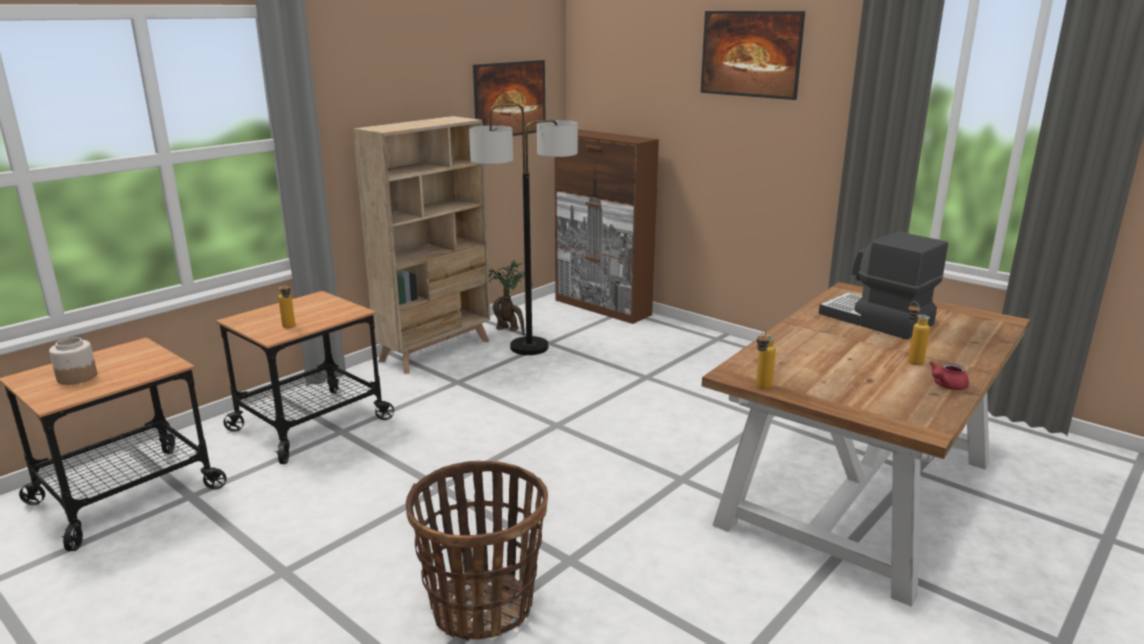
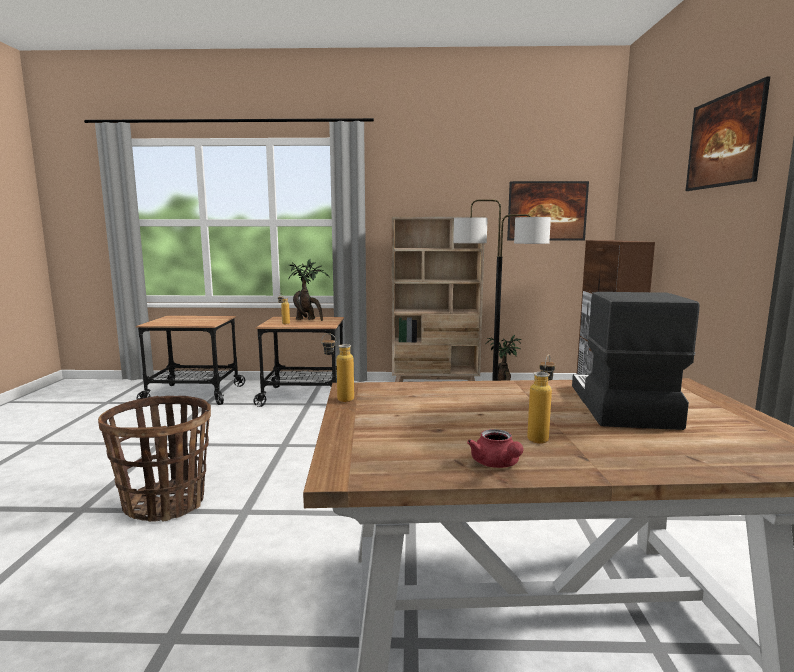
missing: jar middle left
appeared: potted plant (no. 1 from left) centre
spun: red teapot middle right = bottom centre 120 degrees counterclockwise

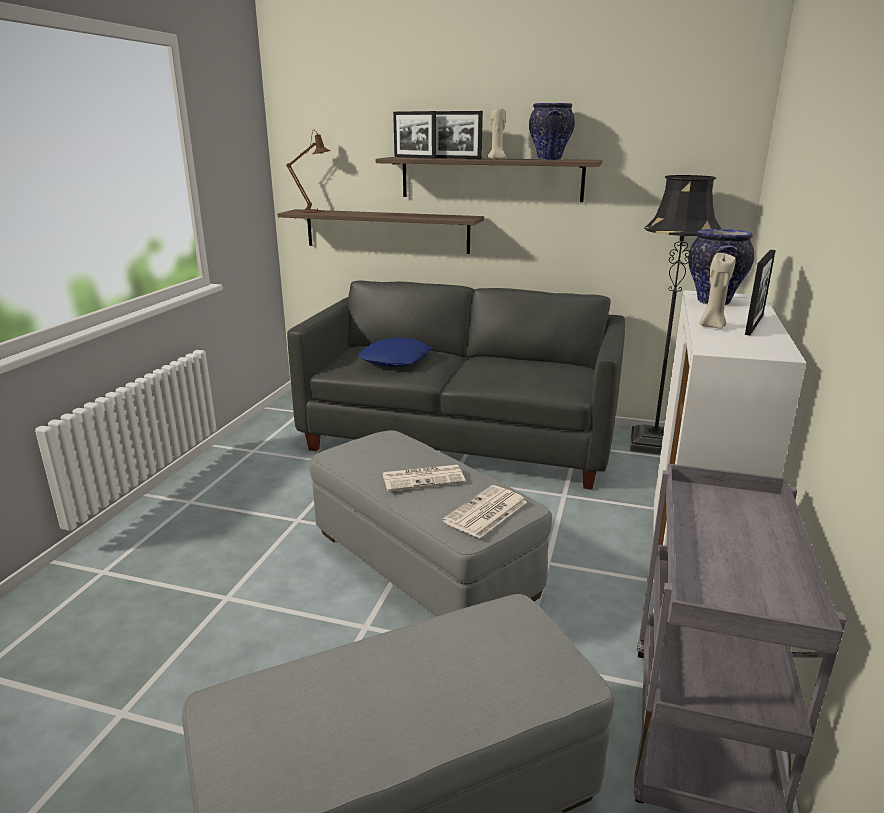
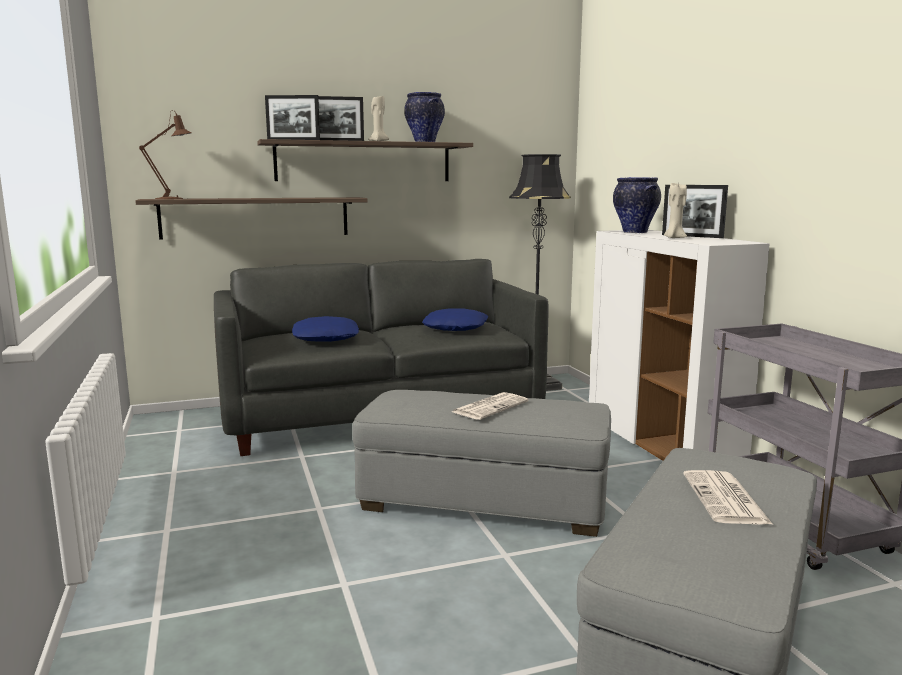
appeared: blue pillow (no. 2 from left) centre
relocated: newspaper (no. 2 from left) centre to bottom right
spun: picture frame (no. 3 from left) middle right = top right 135 degrees clockwise

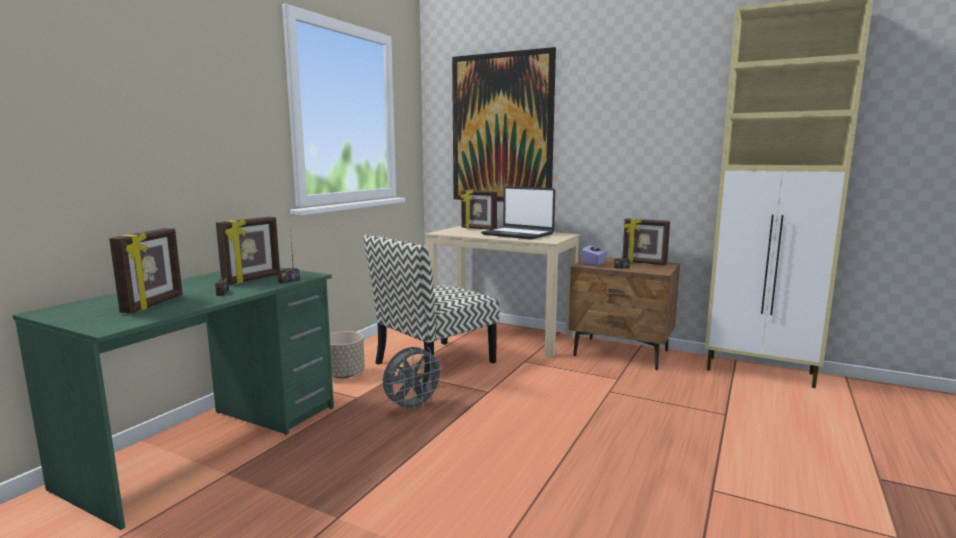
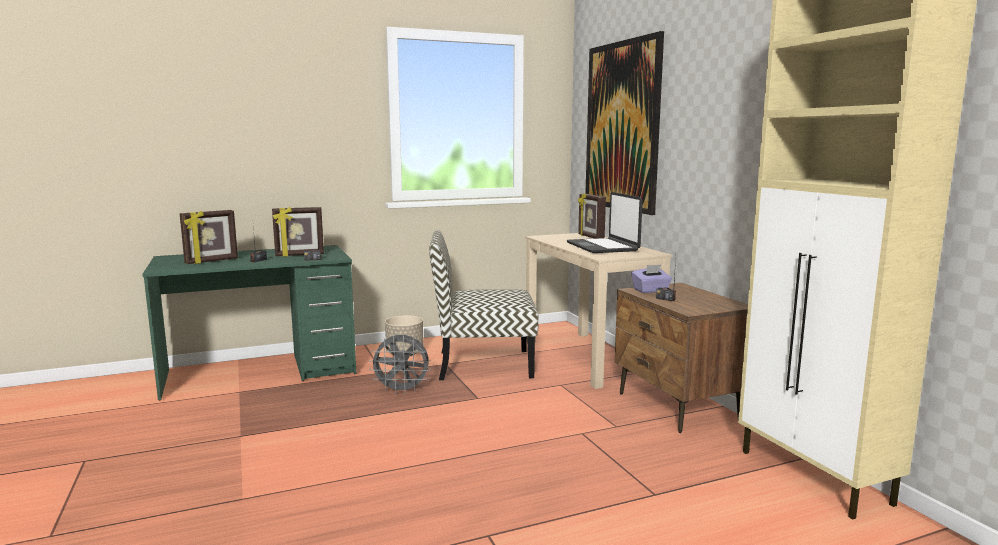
missing: picture frame (no. 4 from left) middle right

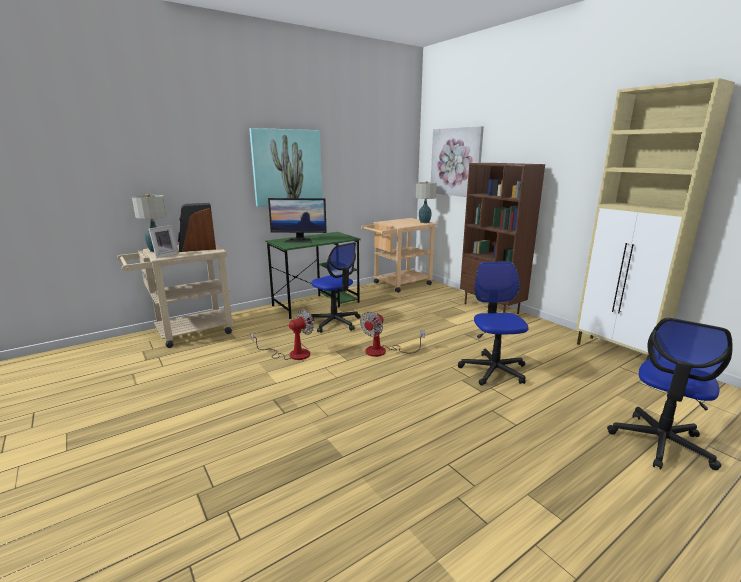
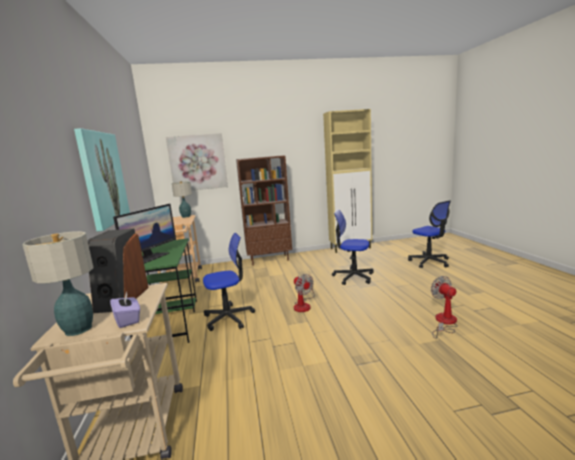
relocated: fan (no. 1 from left in the first image) centre to fan (no. 2 from left) bottom right
exchanged: picture frame middle left to purple tissue box bottom left

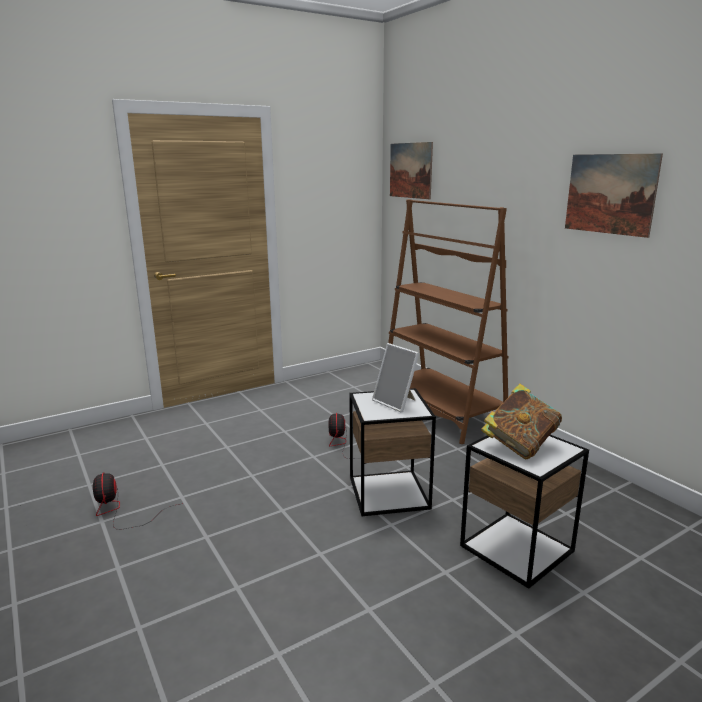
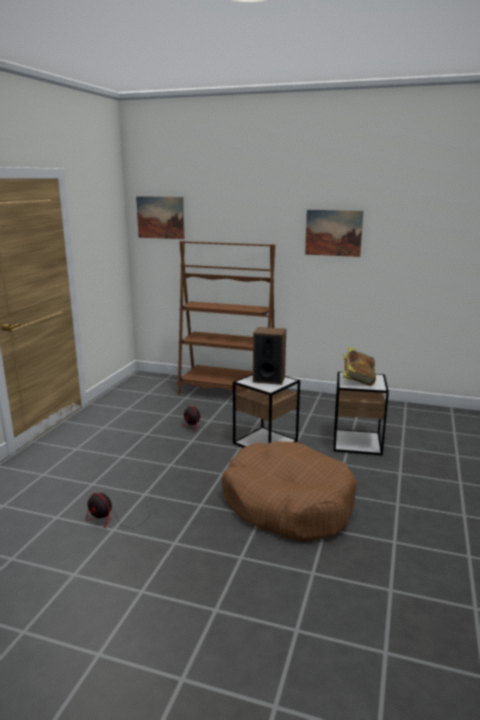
appeared: brown dog bed bottom centre
exchanged: picture frame centre to speaker centre

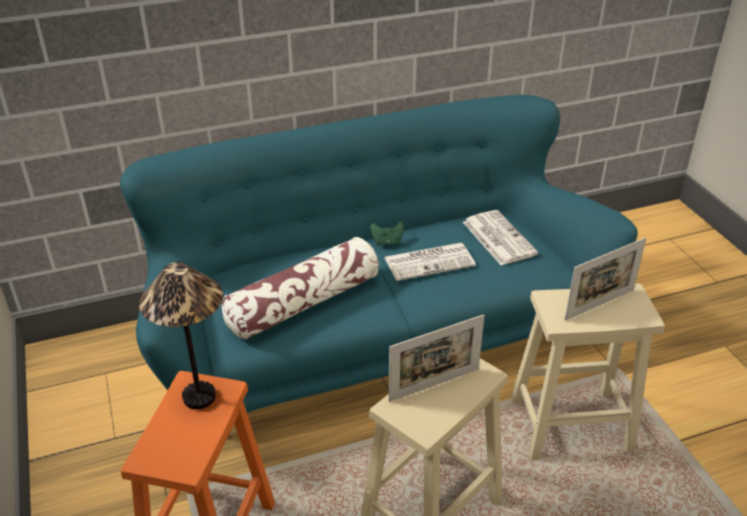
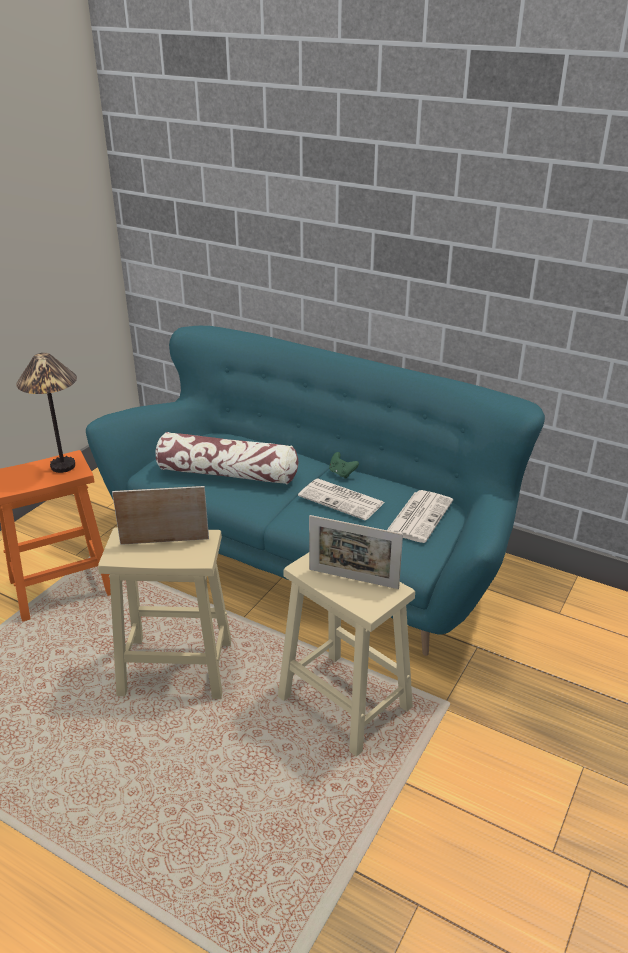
spun: picture frame (no. 1 from left) bottom centre = middle left 150 degrees clockwise

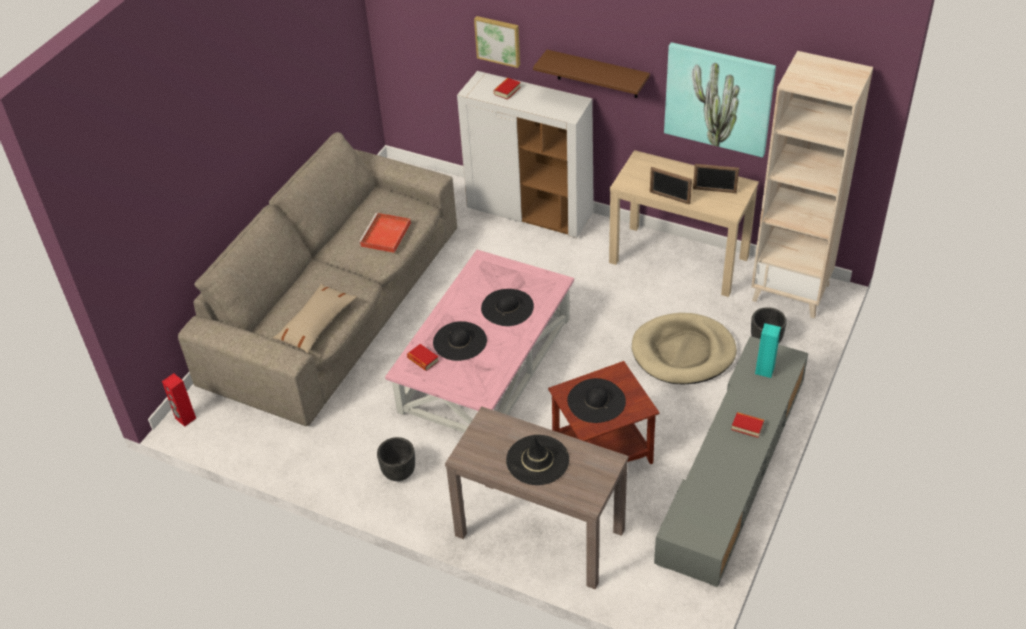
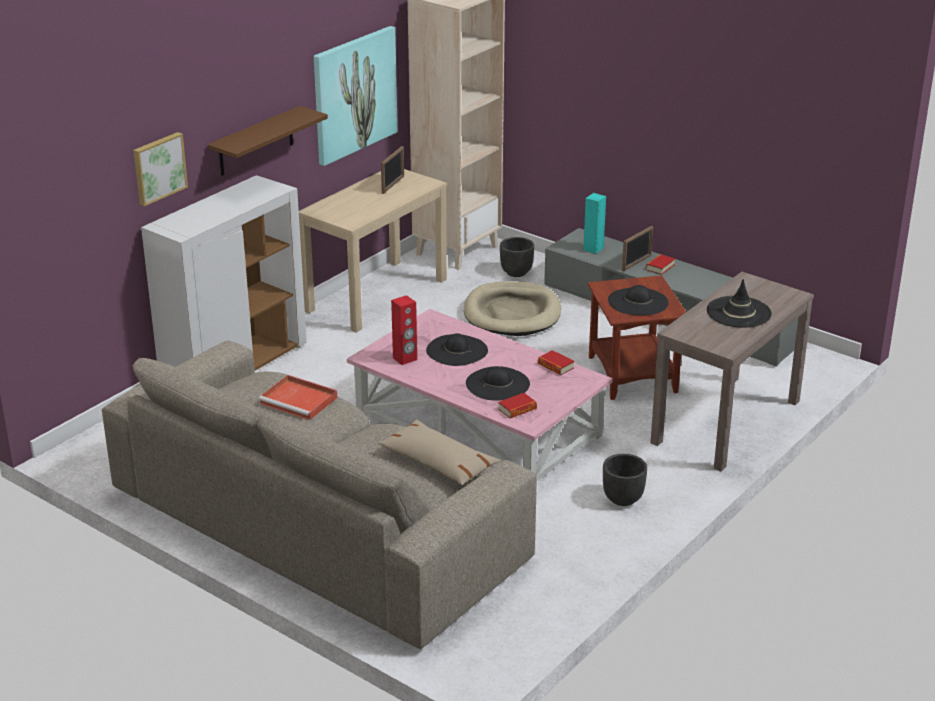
relocated: red speaker middle left to centre; book (no. 2 from left) top centre to centre; picture frame (no. 1 from left in the first image) top centre to picture frame (no. 2 from left) middle right

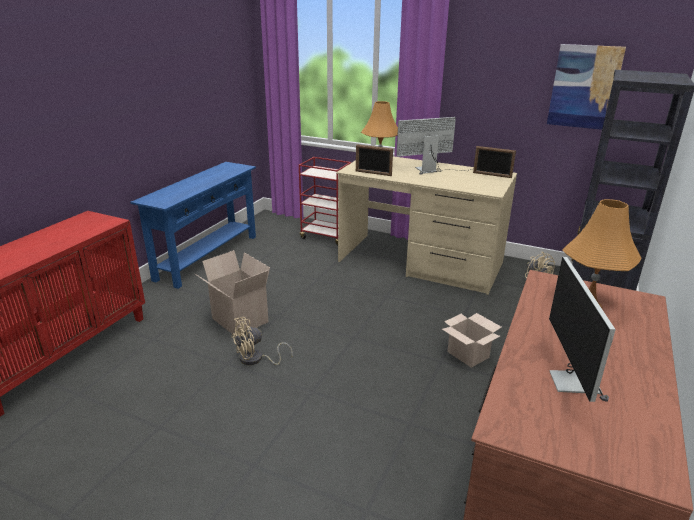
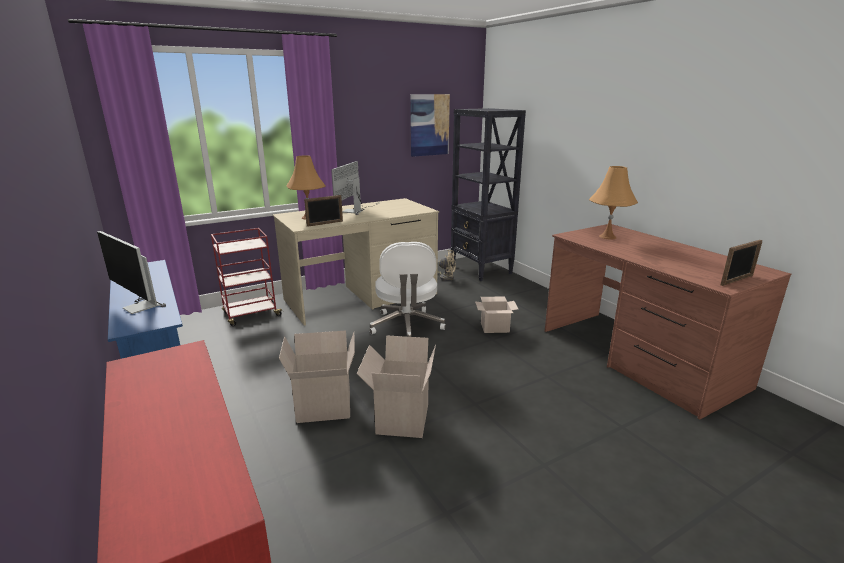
appeared: white office chair centre
relocated: monitor (no. 2 from left in the first image) middle right to monitor (no. 1 from left) middle left; picture frame (no. 2 from left) top right to middle right
exchanged: beige fan (no. 1 from left) centre to cardboard box (no. 2 from left) bottom centre

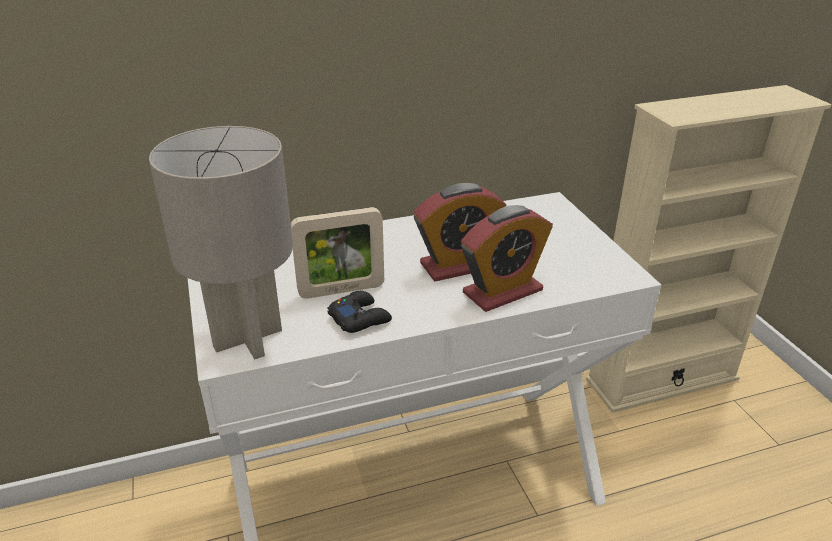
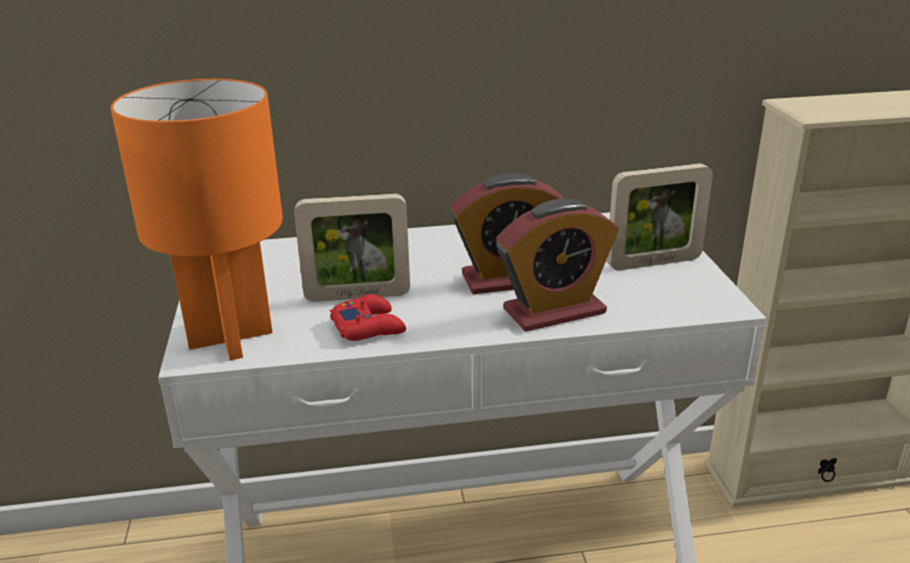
appeared: picture frame (no. 2 from left) middle right
colour: grey table lamp middle left to orange table lamp middle left; black game controller centre to red game controller centre

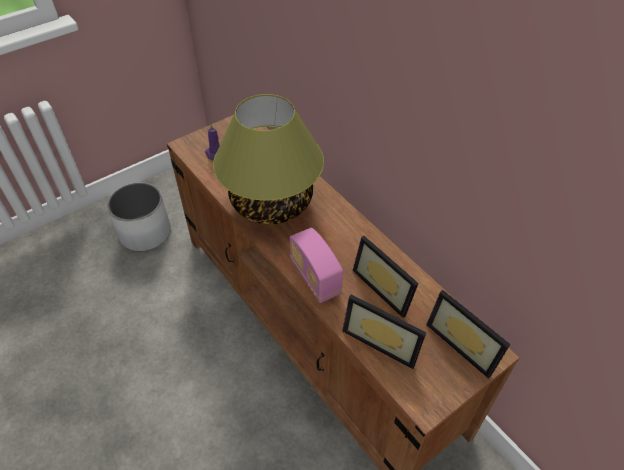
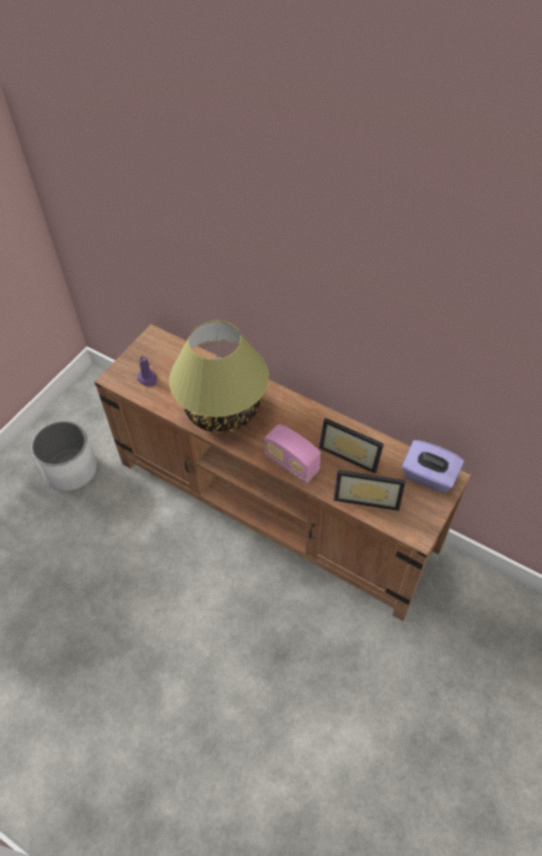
exchanged: picture frame (no. 3 from left) bottom right to purple tissue box middle right

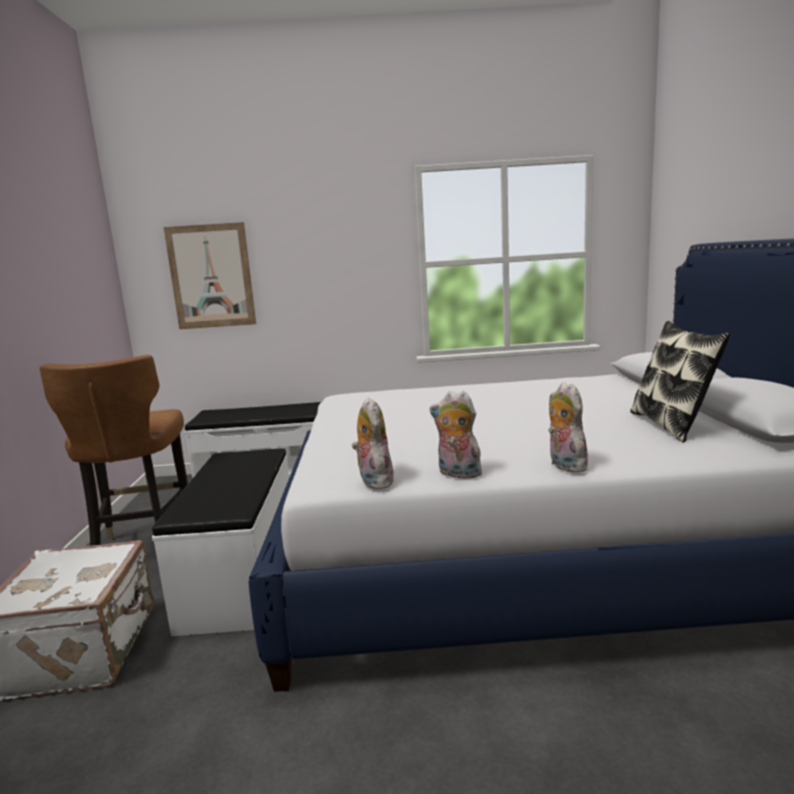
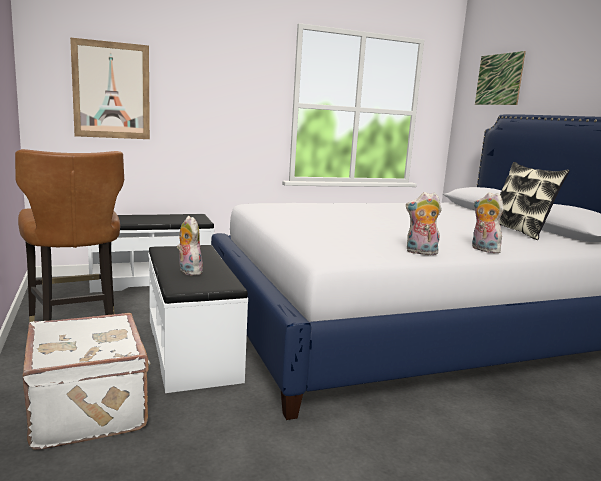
appeared: picture (no. 2 from left) top right
relocated: plush toy (no. 1 from left) centre to middle left

